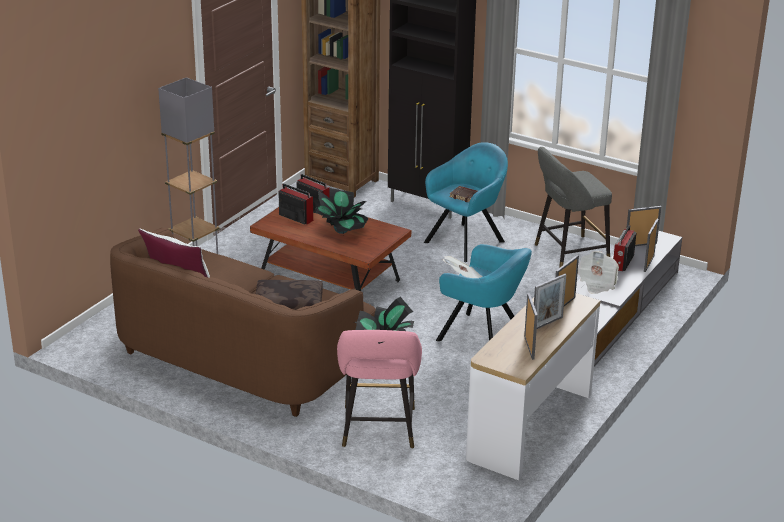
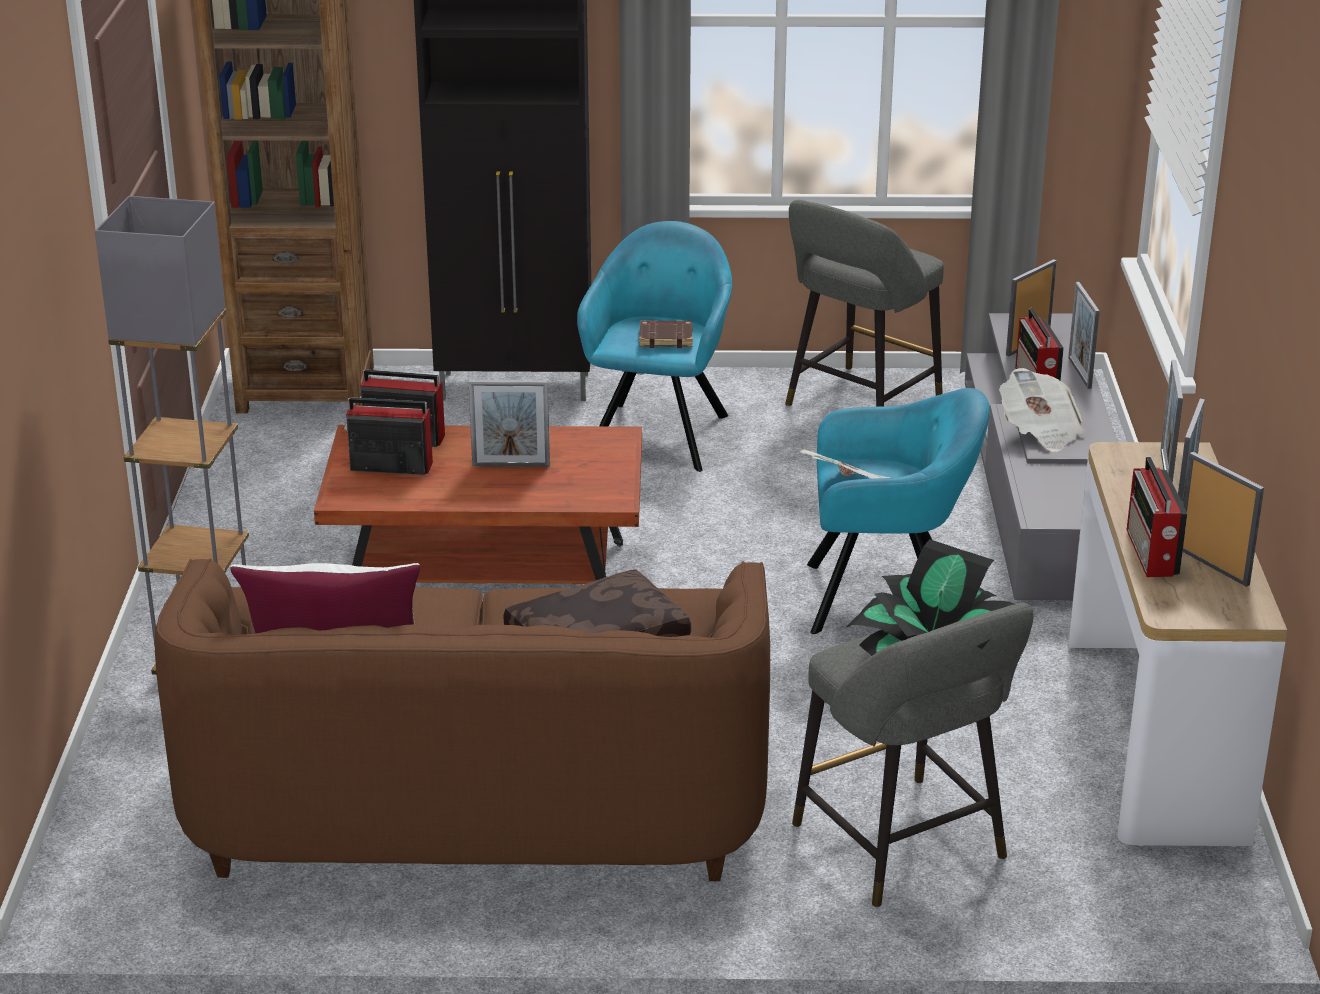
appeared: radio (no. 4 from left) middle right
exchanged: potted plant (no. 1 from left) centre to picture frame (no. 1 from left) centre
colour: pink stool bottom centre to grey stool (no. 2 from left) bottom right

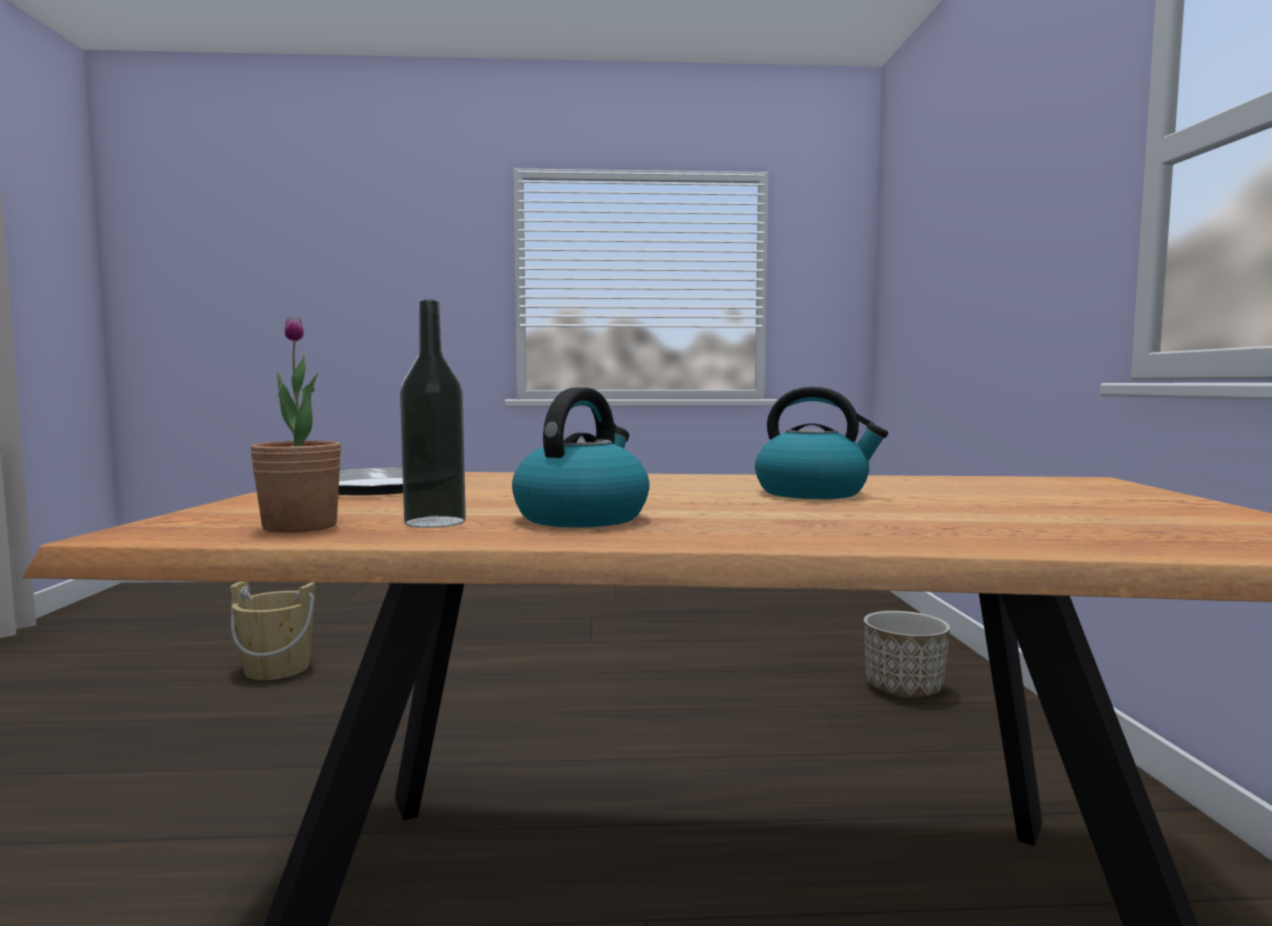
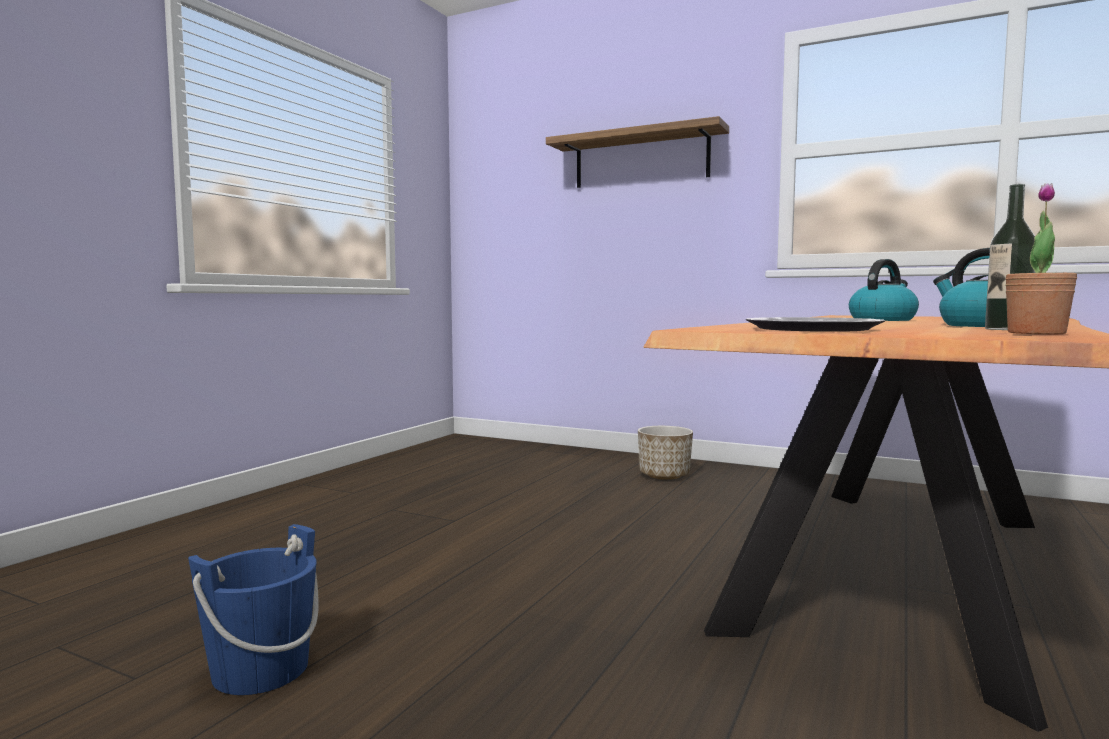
appeared: shelf top centre
colour: beige bucket bottom left to blue bucket bottom left

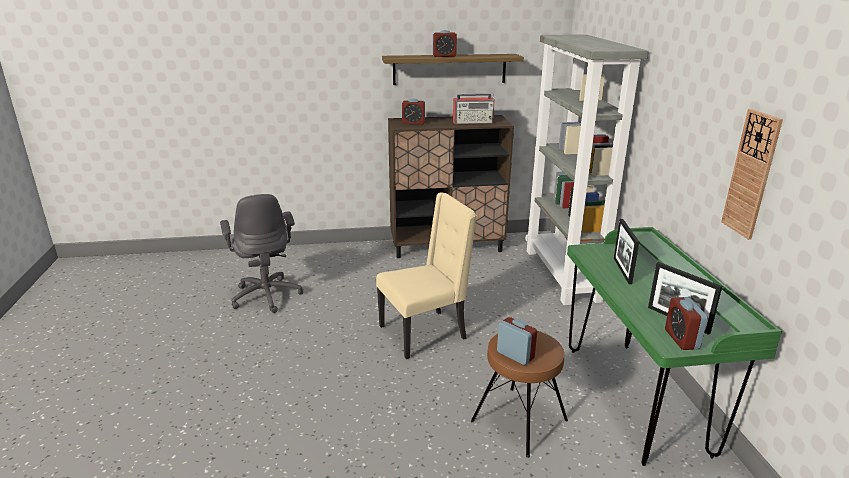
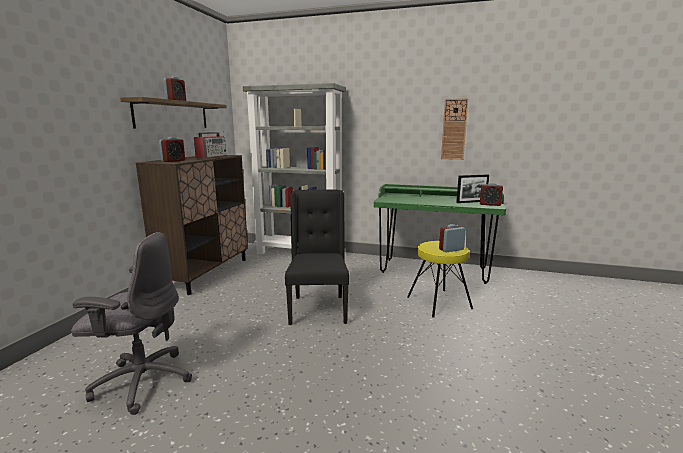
missing: picture frame (no. 1 from left) middle right
colour: beige chair centre to black chair centre; brown stool bottom centre to yellow stool centre

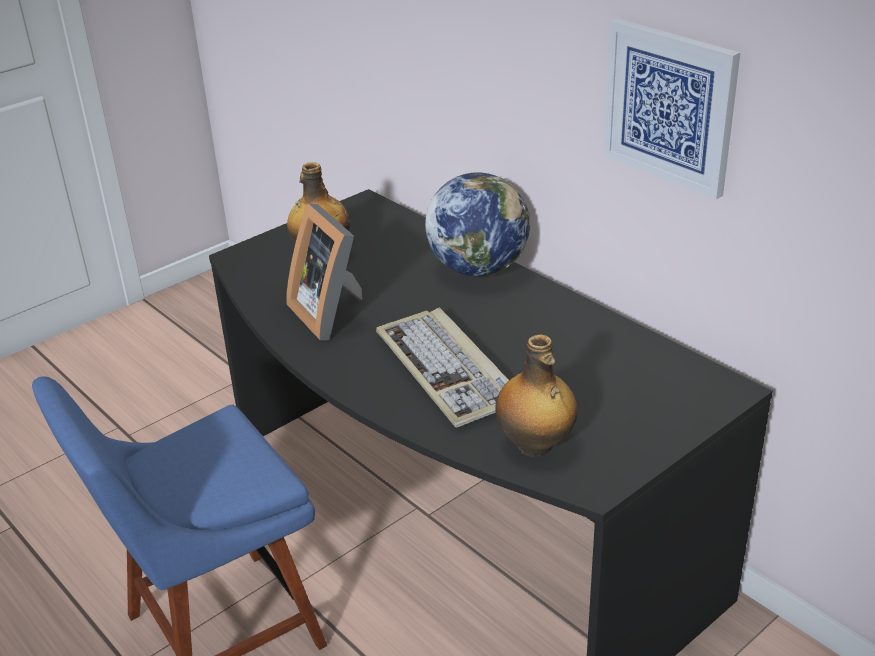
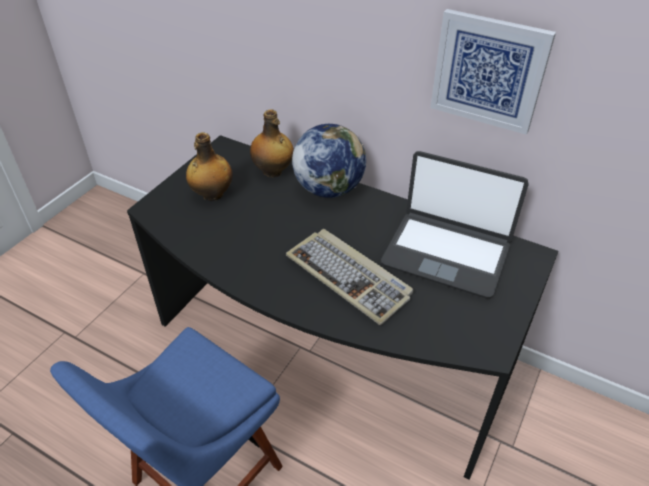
missing: picture frame centre
appeared: laptop middle right
relocated: bottle (no. 2 from left) centre to top centre

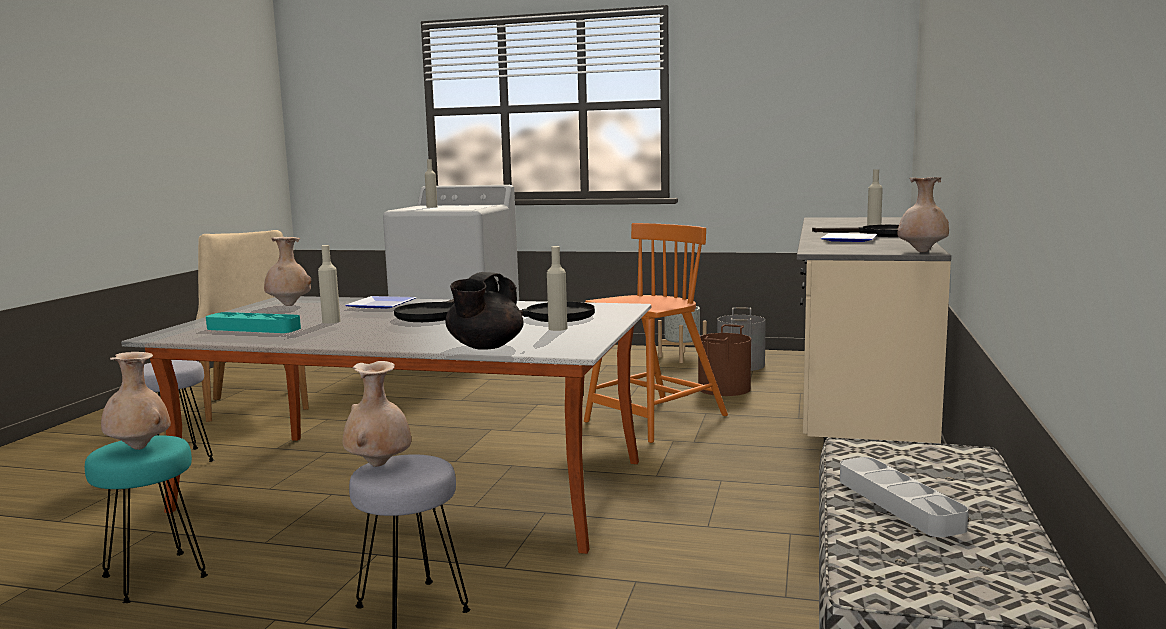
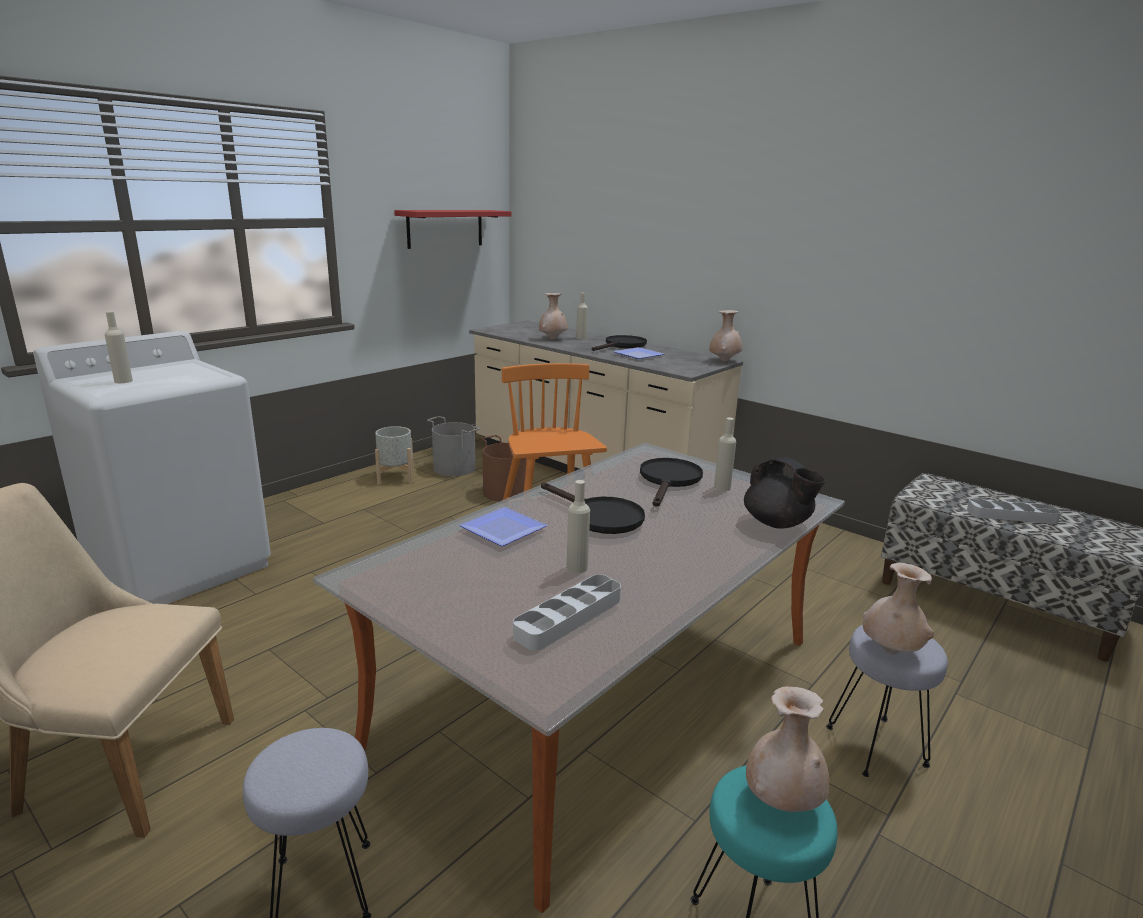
appeared: red shelf top centre
relocated: beige vase (no. 2 from left in the first image) middle left to beige vase (no. 1 from left) centre
colour: turquoise tray middle left to grey tray (no. 1 from left) bottom centre

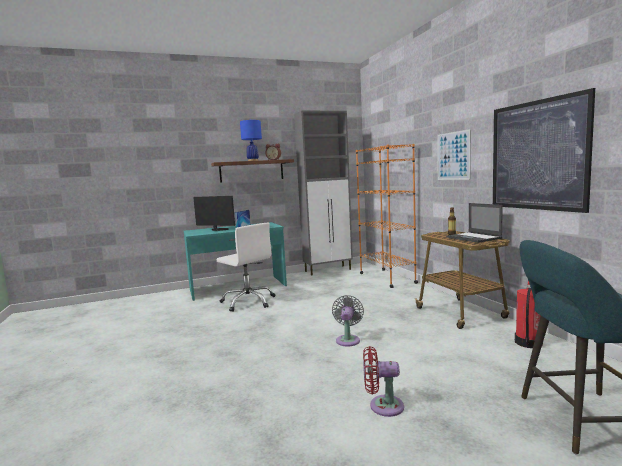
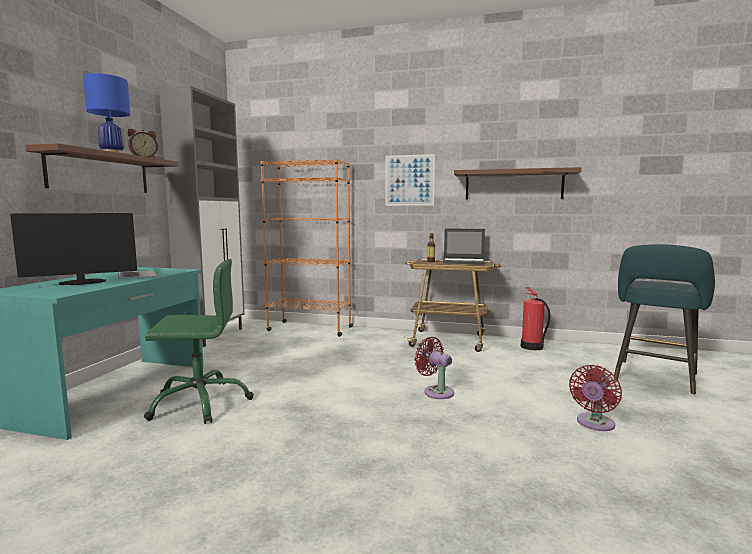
exchanged: picture (no. 2 from left) top right to brown shelf (no. 2 from left) top right
colour: white office chair centre to green office chair middle left; grey fan bottom centre to red fan (no. 1 from left) centre

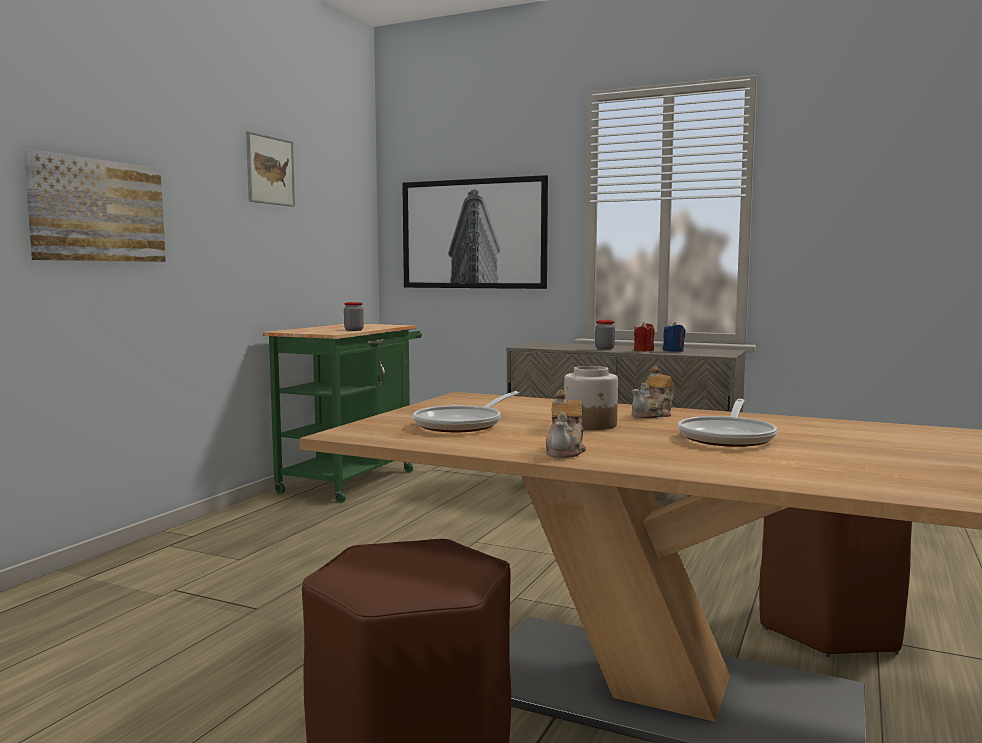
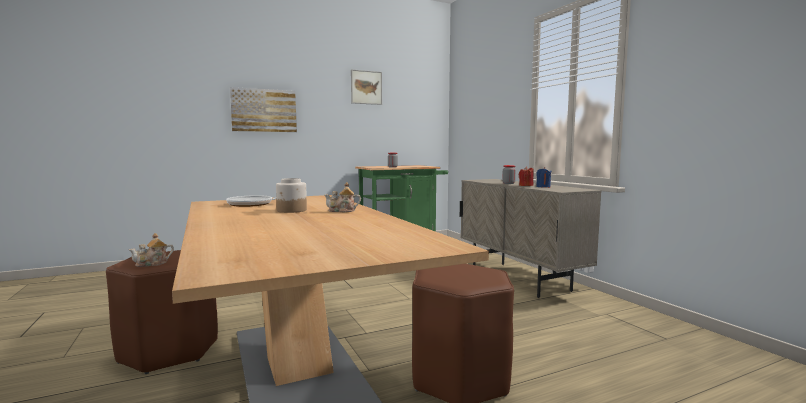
missing: picture (no. 3 from left) top centre; frying pan (no. 2 from left) middle right
relocated: teapot (no. 1 from left) centre to middle left

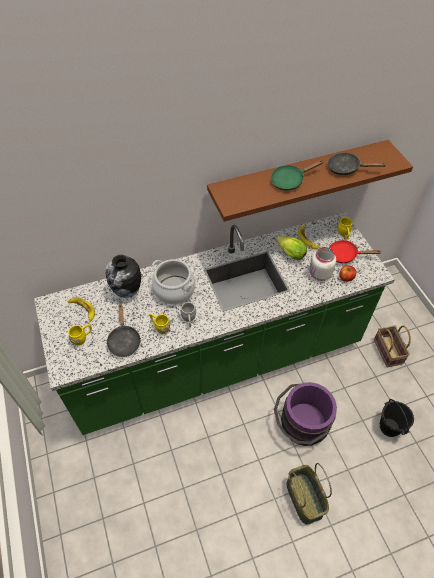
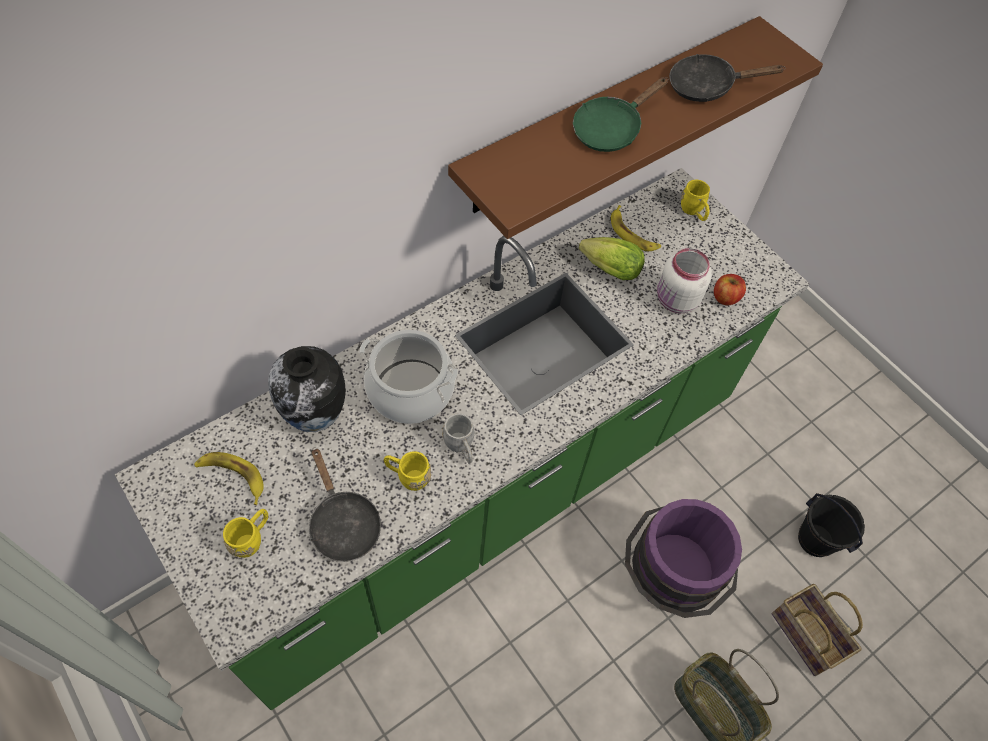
missing: red frying pan middle right
relocated: basket (no. 2 from left) middle right to bottom right

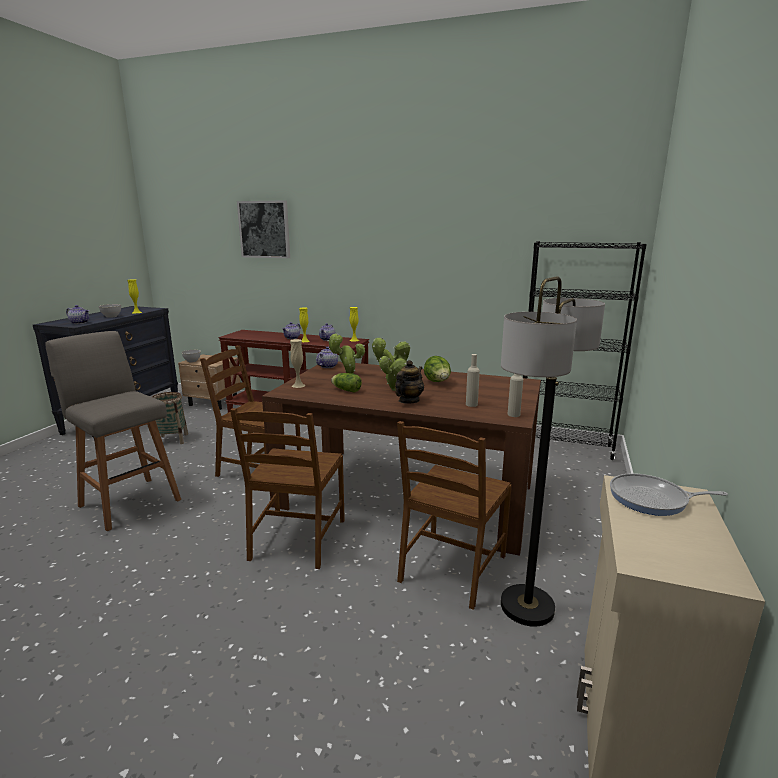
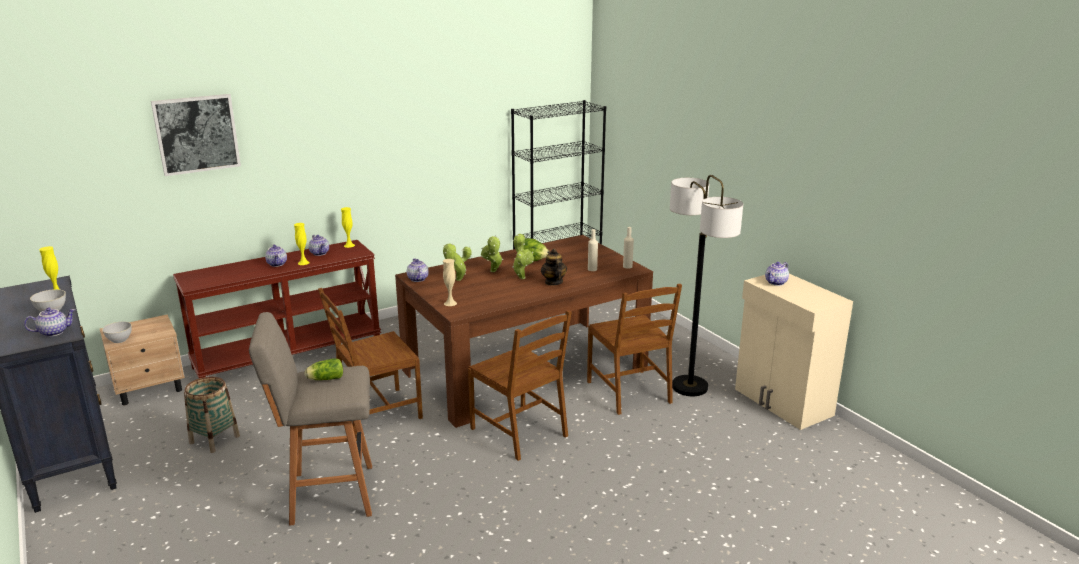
relocated: lettuce (no. 1 from left) centre to middle left
exchanged: frying pan middle right to teapot (no. 6 from left) middle right

